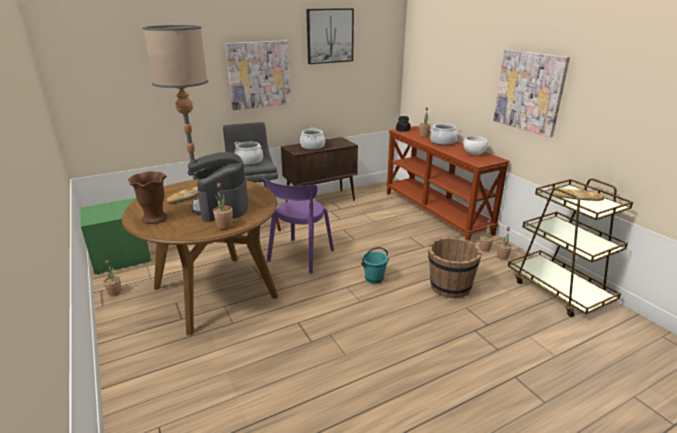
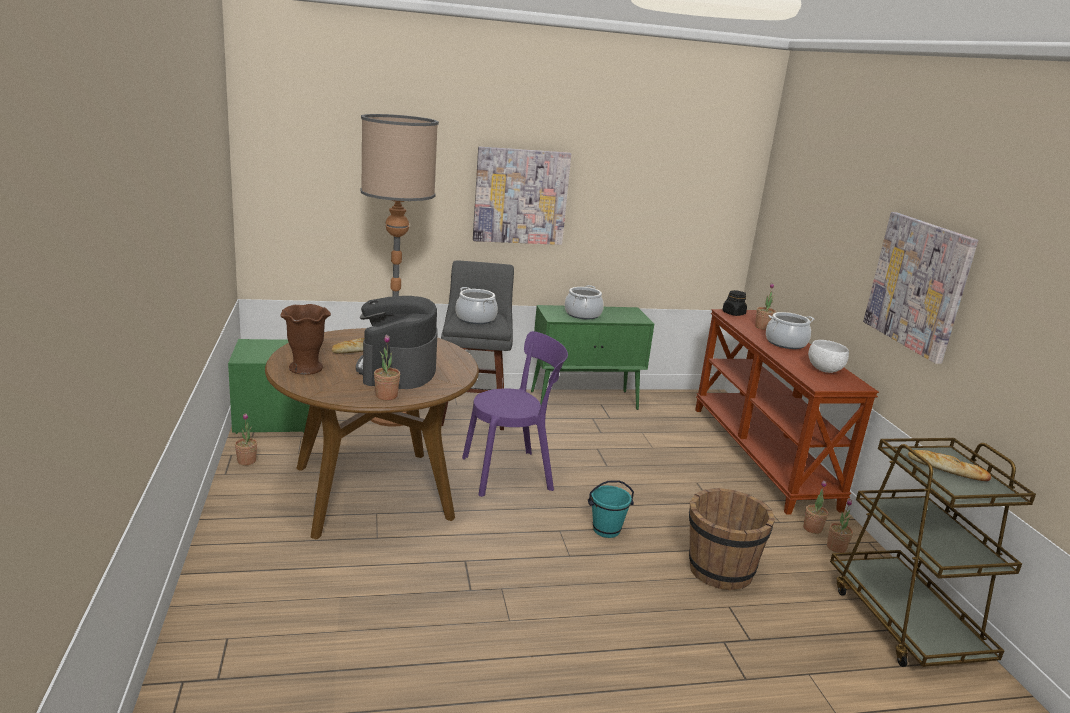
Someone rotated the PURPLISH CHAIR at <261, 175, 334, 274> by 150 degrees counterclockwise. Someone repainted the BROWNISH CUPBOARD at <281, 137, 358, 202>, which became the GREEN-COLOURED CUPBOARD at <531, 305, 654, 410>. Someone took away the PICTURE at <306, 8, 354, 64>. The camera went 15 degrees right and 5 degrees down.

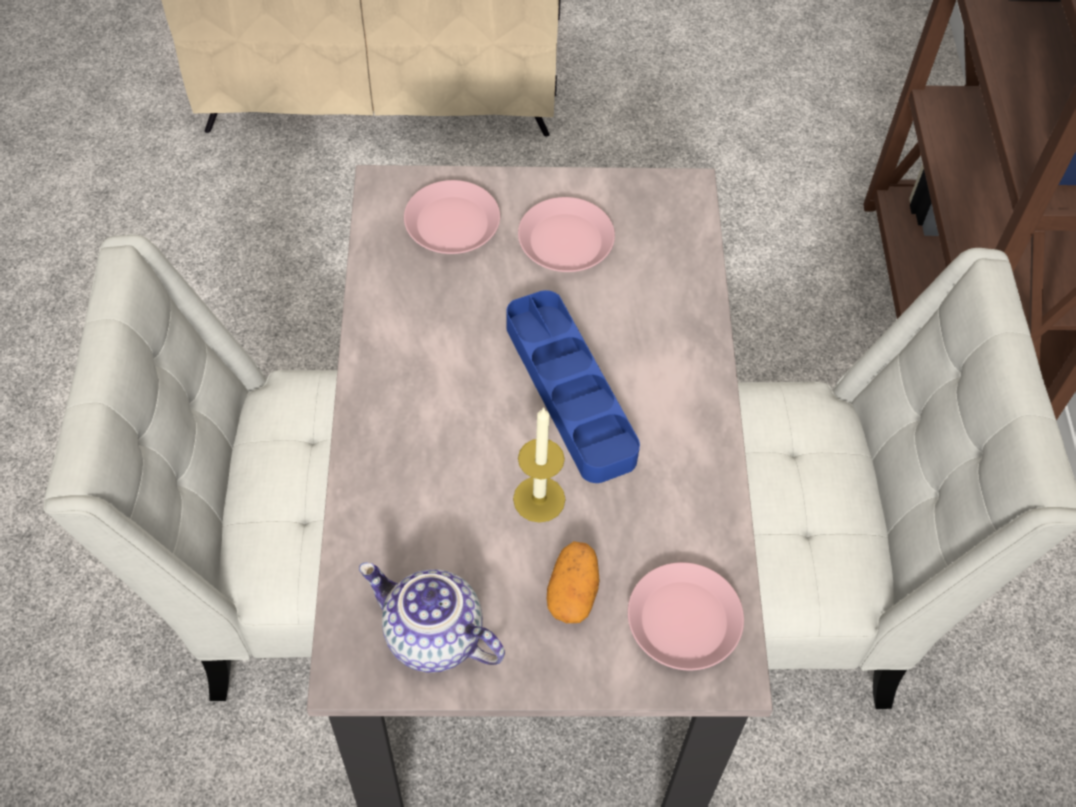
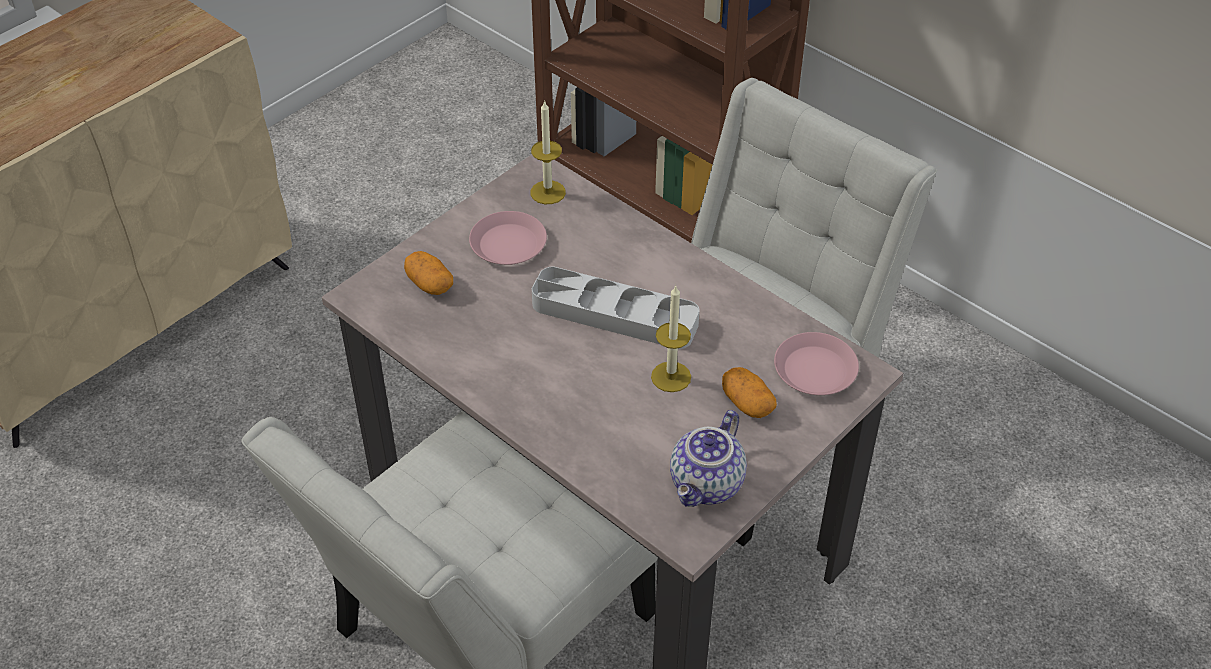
Someone rotated the TEAPOT at <359, 562, 505, 673> by 45 degrees counterclockwise. Someone swapped the PINKISH FLAT DISH at <404, 180, 500, 254> for the POTATO at <404, 251, 453, 295>. Someone repainted the BLUISH TRAY at <506, 290, 640, 483>, which became the GREY TRAY at <532, 266, 700, 349>. Someone put down the CANDLE at <531, 100, 566, 204>. The camera went 45 degrees left and 10 degrees down.

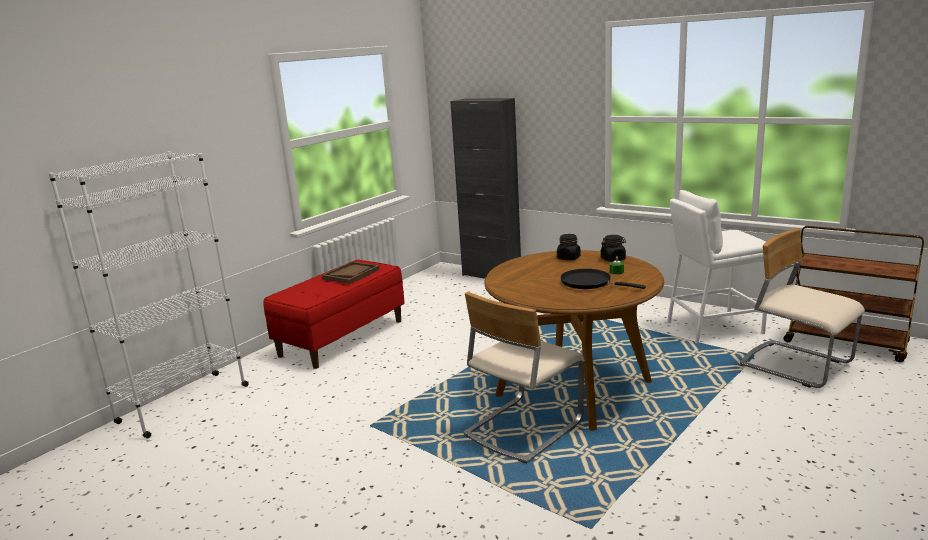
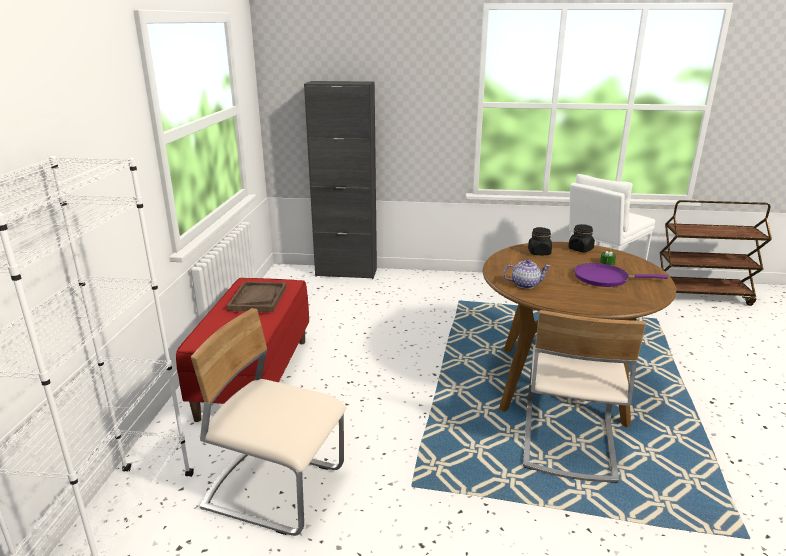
Someone repainted the BLACK-COLOURED SKILLET at <560, 269, 646, 289>, which became the PURPLISH SKILLET at <574, 263, 668, 287>. Someone carried the BEIGE CHAIR from <740, 228, 865, 388> to <191, 308, 345, 536>. Someone put down the TEAPOT at <503, 259, 551, 289>. The camera went 30 degrees left and 5 degrees up.

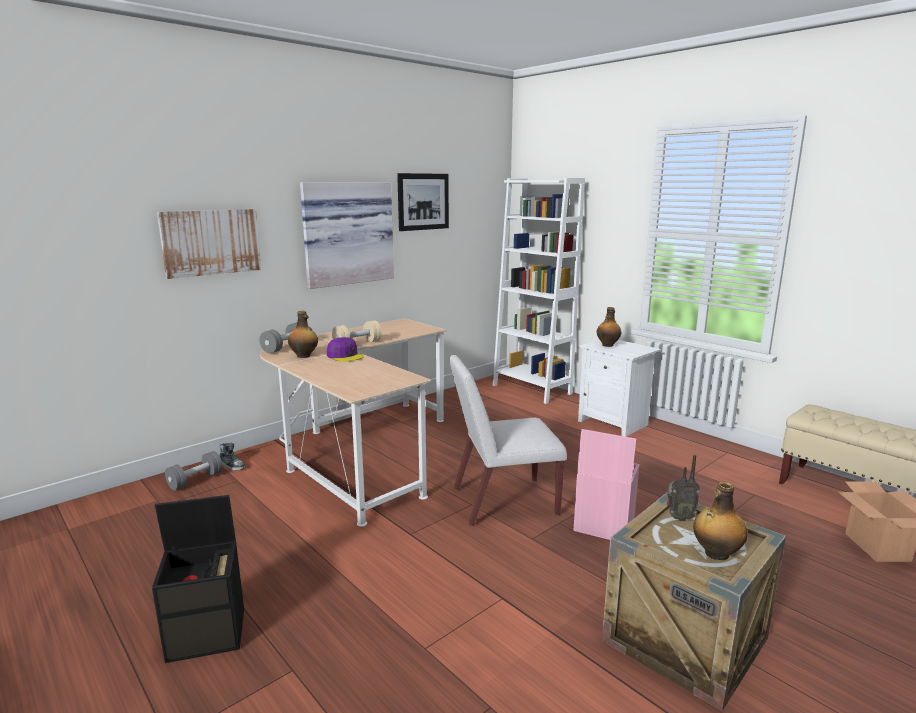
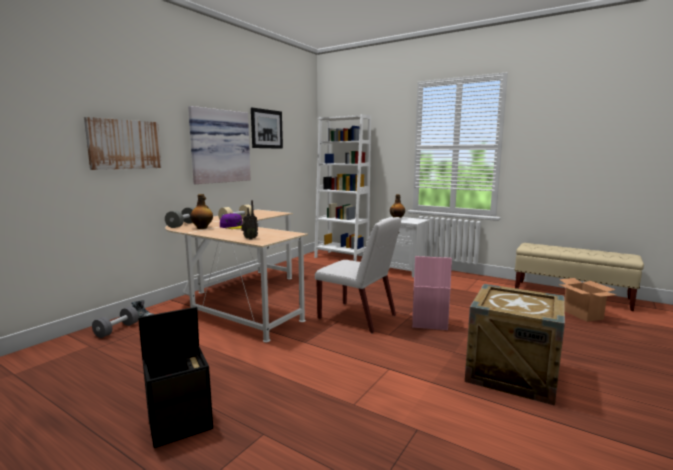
Someone rotated the WHITE CHAIR at <450, 355, 567, 526> by 120 degrees counterclockwise. Someone carried the RADIO from <667, 455, 700, 521> to <241, 200, 258, 239>. Someone took away the BEVERAGE BOTTLE at <693, 482, 748, 560>. The camera went 15 degrees left and 5 degrees down.

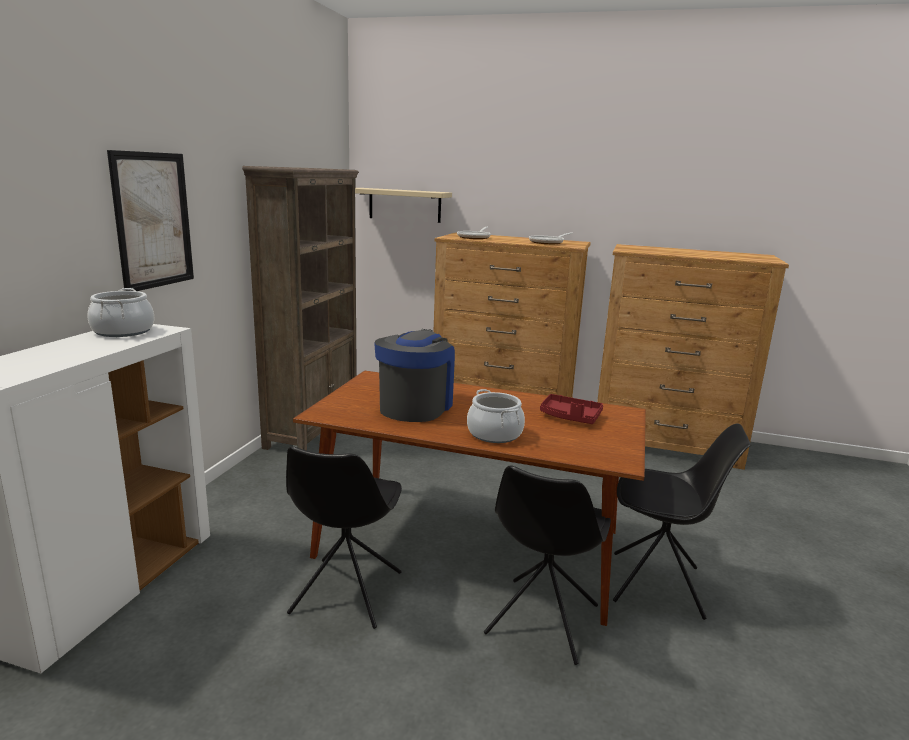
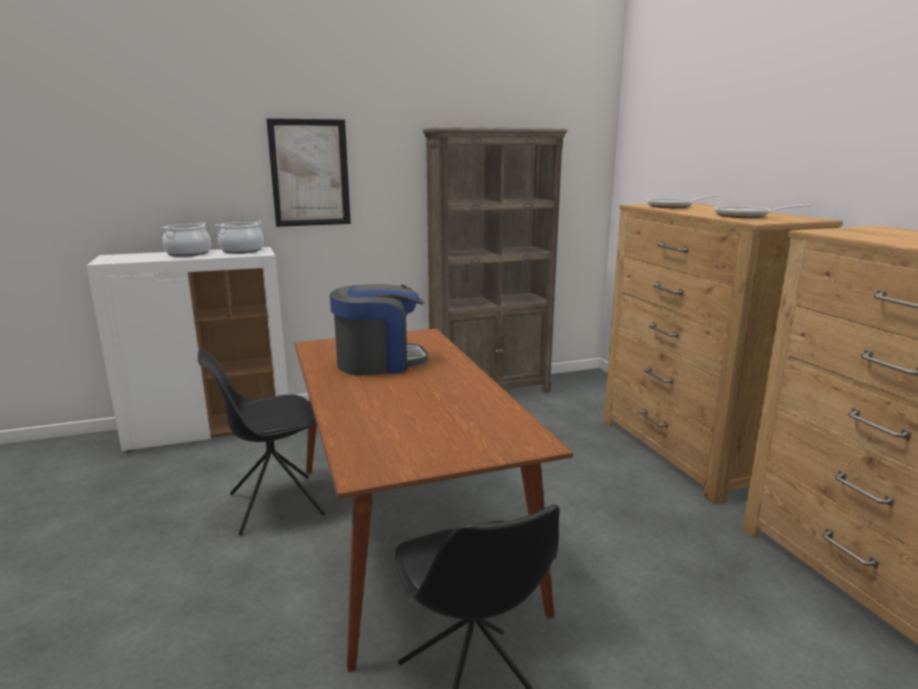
Someone took away the BEIGE BRACKET SHELF at <355, 188, 452, 223>. Someone carried the STOCKPOT from <467, 389, 525, 443> to <162, 222, 211, 257>. Someone took away the BLACK-COLOURED CHAIR at <484, 465, 611, 665>. Someone took away the REDDISH TRAY at <540, 394, 603, 424>. The camera went 55 degrees right and 0 degrees up.

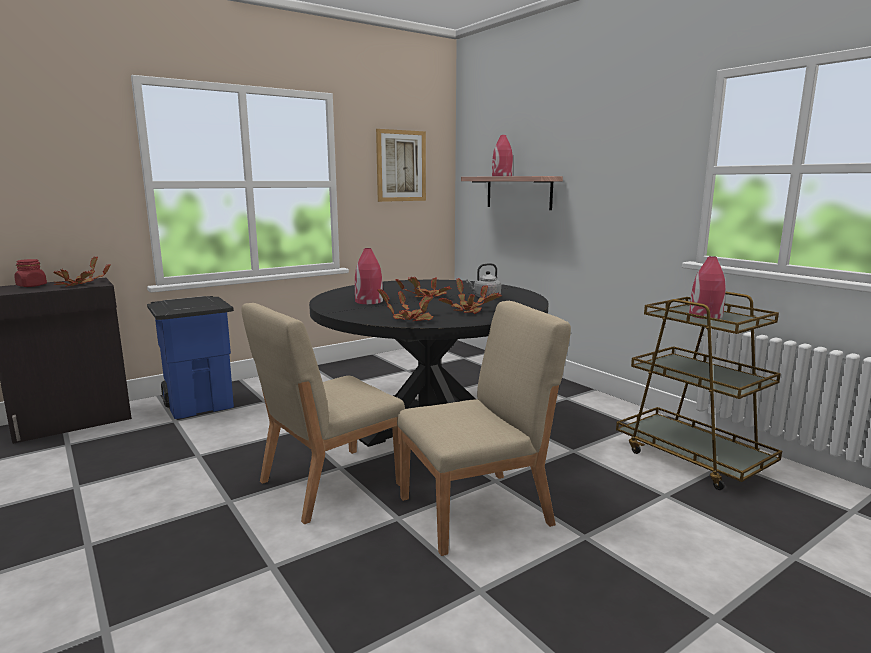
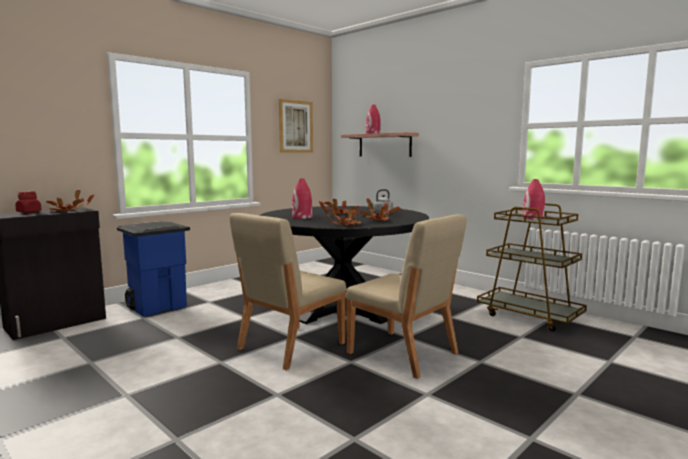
Someone rotated the BEIGE CHAIR at <397, 301, 571, 556> by 75 degrees clockwise. The camera went 10 degrees left and 5 degrees down.

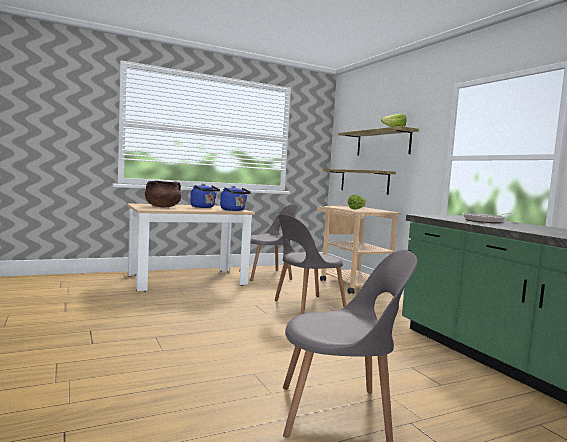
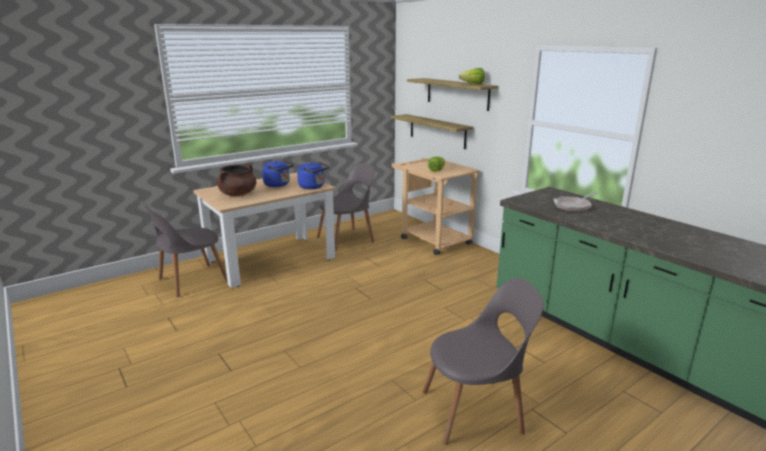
Someone carried the GREY CHAIR from <274, 214, 346, 314> to <140, 201, 228, 298>. The camera went 10 degrees left and 15 degrees up.

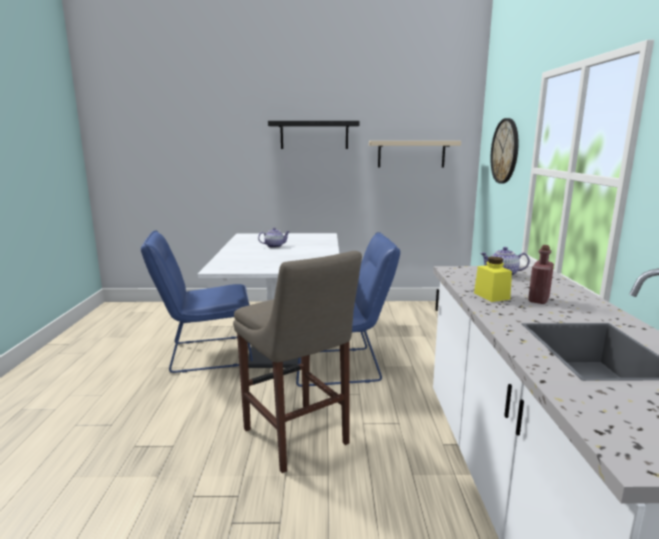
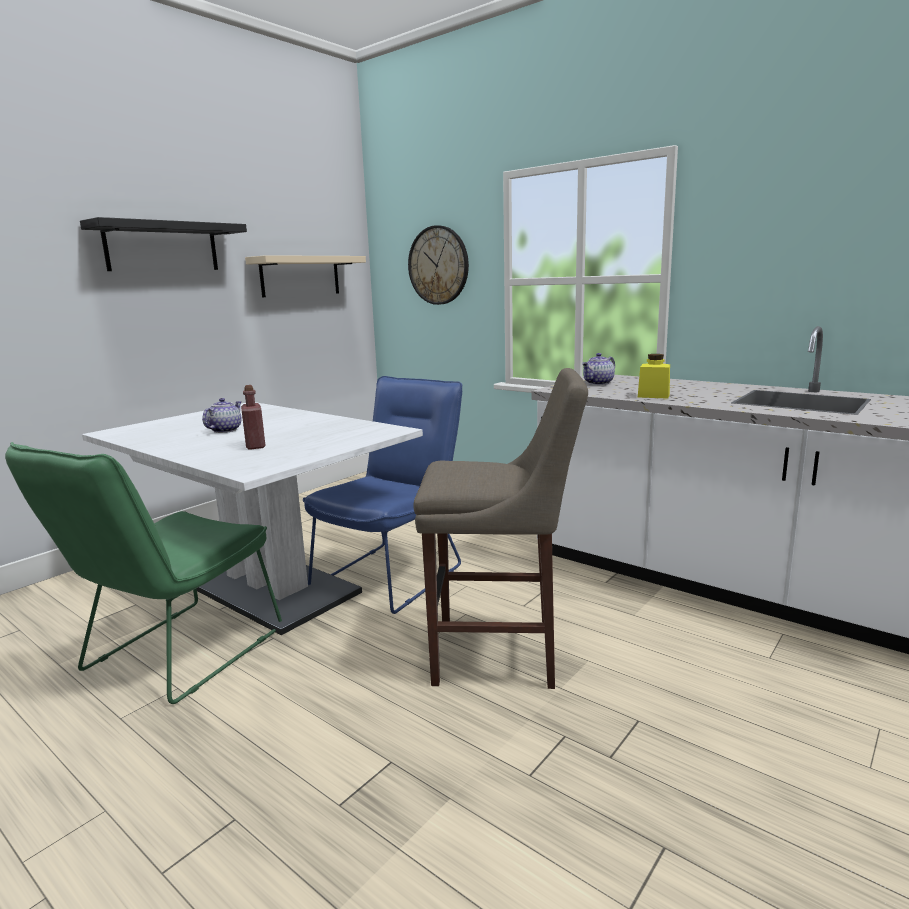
Someone repainted the BLUISH CHAIR at <141, 230, 253, 373>, which became the GREEN-COLOURED CHAIR at <5, 442, 282, 704>. Someone carried the REDDISH BEVERAGE BOTTLE from <528, 245, 554, 304> to <241, 385, 266, 450>. The camera went 50 degrees left and 0 degrees up.

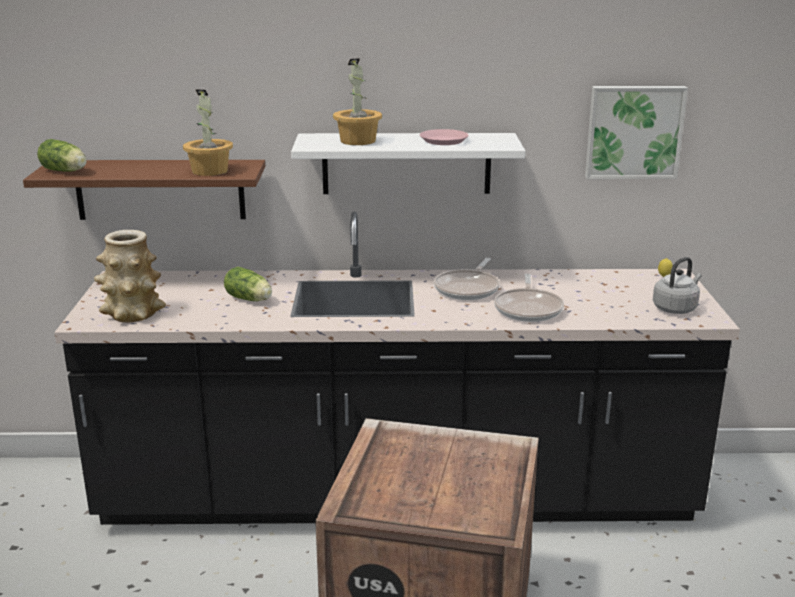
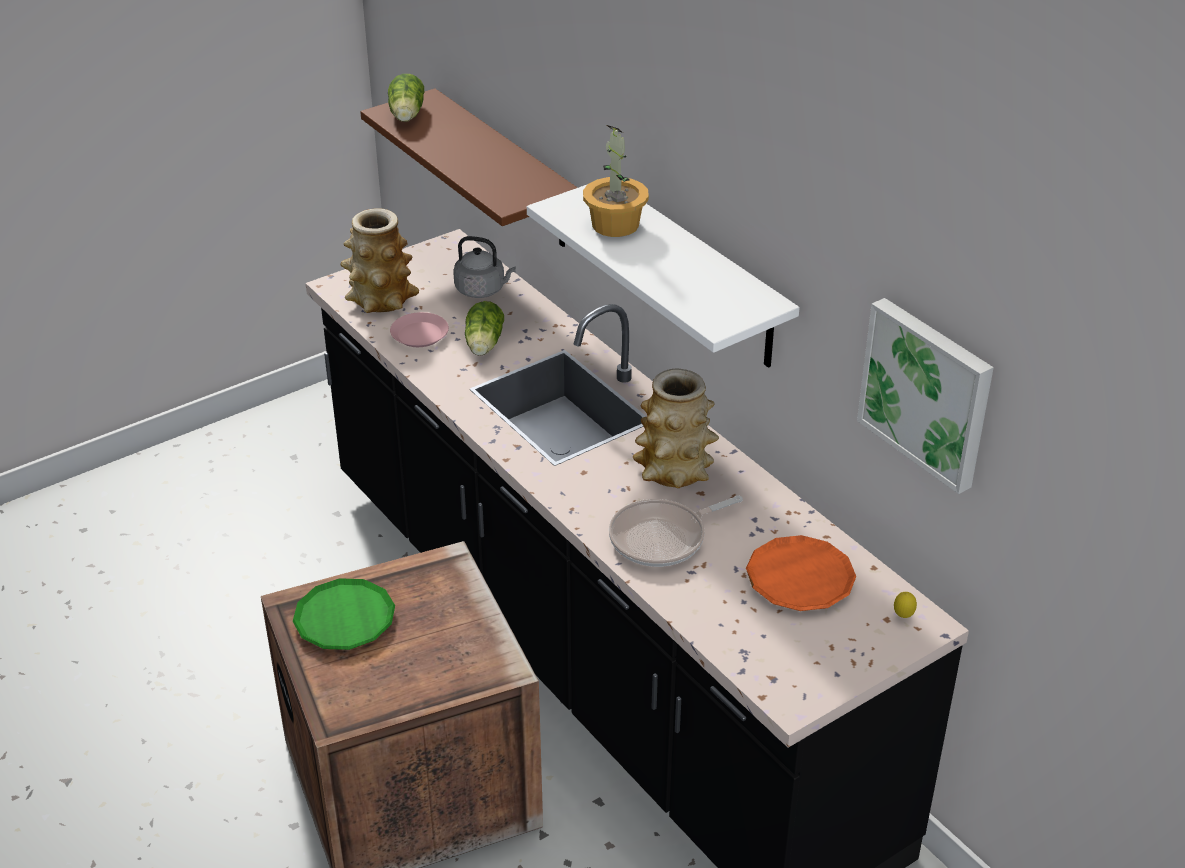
Someone took away the POTTED PLANT at <183, 90, 233, 176>. Someone carried the PINKISH FLAT DISH from <420, 129, 469, 145> to <390, 312, 449, 347>. Someone swapped the SKILLET at <434, 258, 500, 300> for the DECORATIVE VASE at <633, 369, 719, 488>. Someone carried the GREY TEA KETTLE from <653, 257, 702, 314> to <453, 236, 516, 298>. Someone put down the GREEN-COLOURED FLAT DISH at <293, 578, 395, 650>. Someone put down the ORANGE-COLOURED FLAT DISH at <746, 535, 856, 611>. The camera went 55 degrees right and 15 degrees up.

